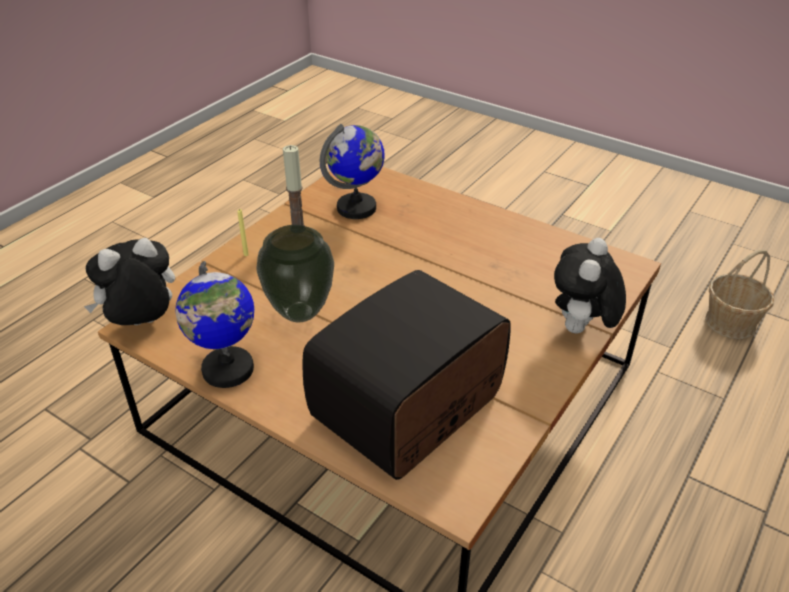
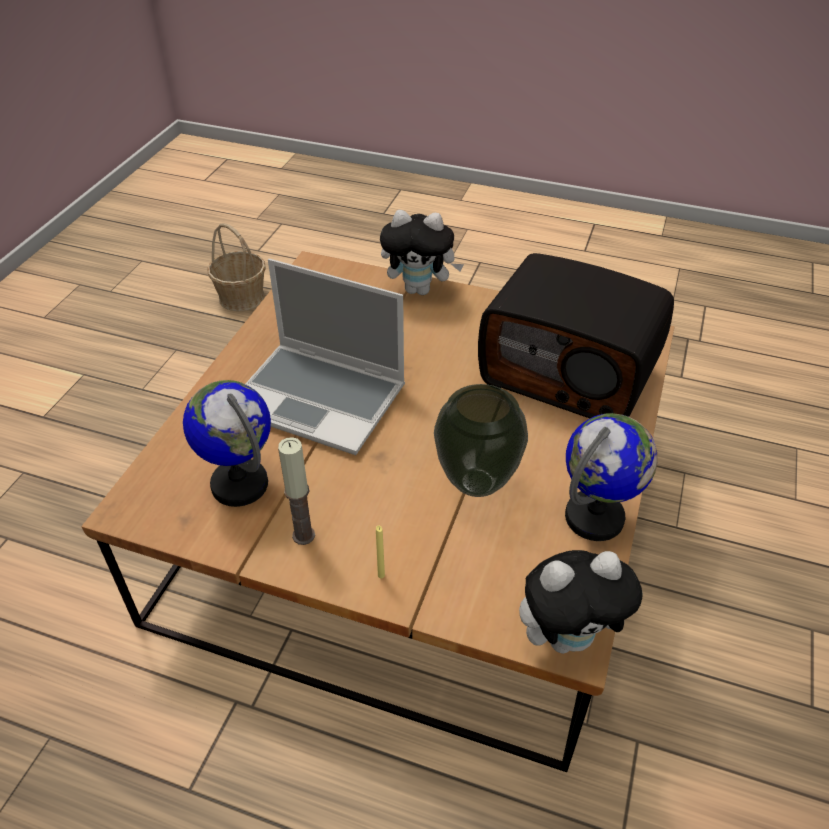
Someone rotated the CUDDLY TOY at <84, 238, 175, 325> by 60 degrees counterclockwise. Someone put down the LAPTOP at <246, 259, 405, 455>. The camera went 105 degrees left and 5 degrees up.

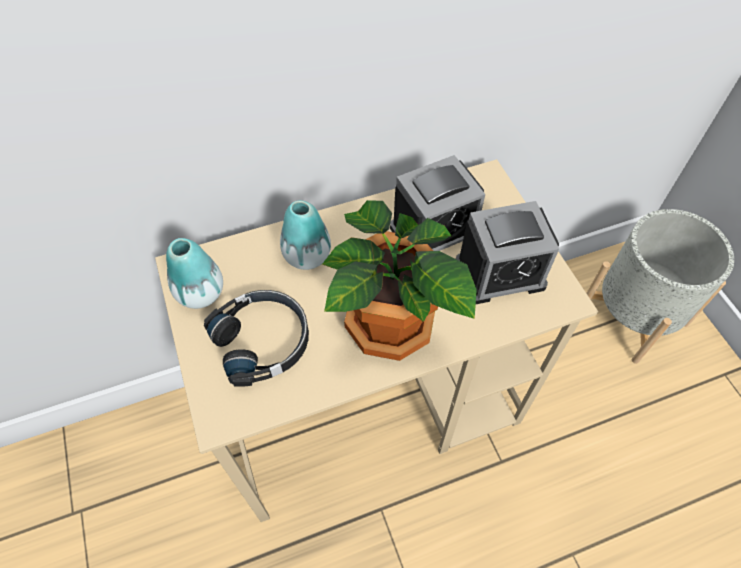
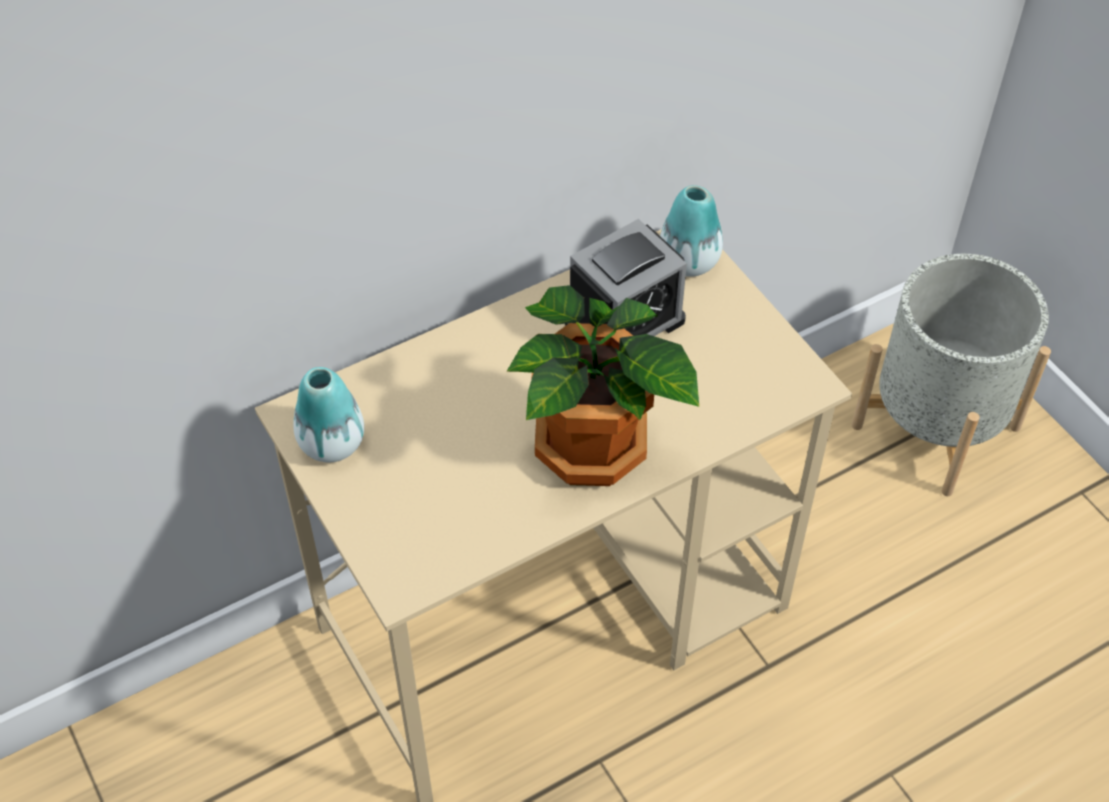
Someone took away the BLACK-COLOURED HEADSET at <204, 290, 309, 387>. Someone carried the DECORATIVE VASE from <280, 200, 331, 270> to <660, 185, 723, 277>. Someone took away the BEDSIDE CLOCK at <456, 201, 559, 304>. The camera went 10 degrees left and 5 degrees down.

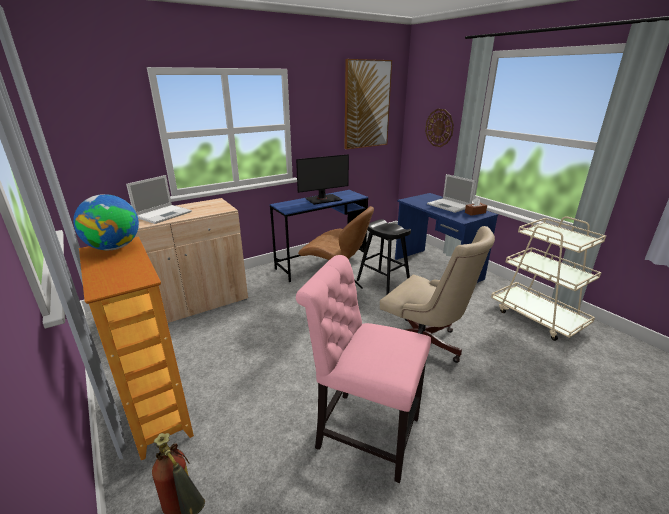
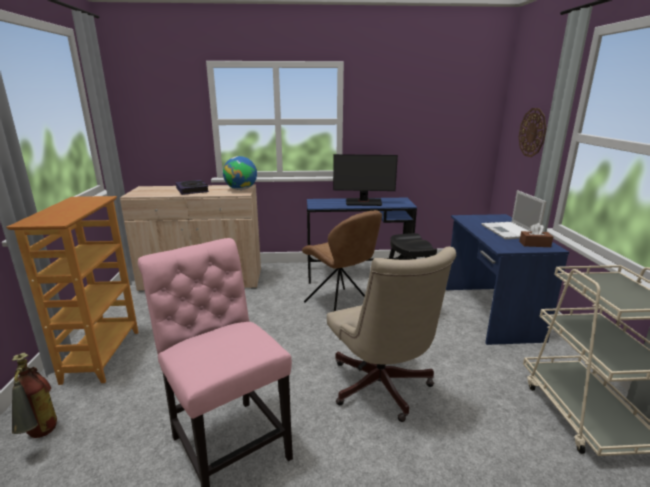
Someone carried the DESK GLOBE from <73, 194, 139, 250> to <223, 156, 257, 190>. Someone swapped the LAPTOP at <126, 175, 192, 224> for the VOLUME at <176, 180, 209, 195>. Someone took away the PICTURE at <345, 59, 392, 149>. The camera went 30 degrees right and 5 degrees down.

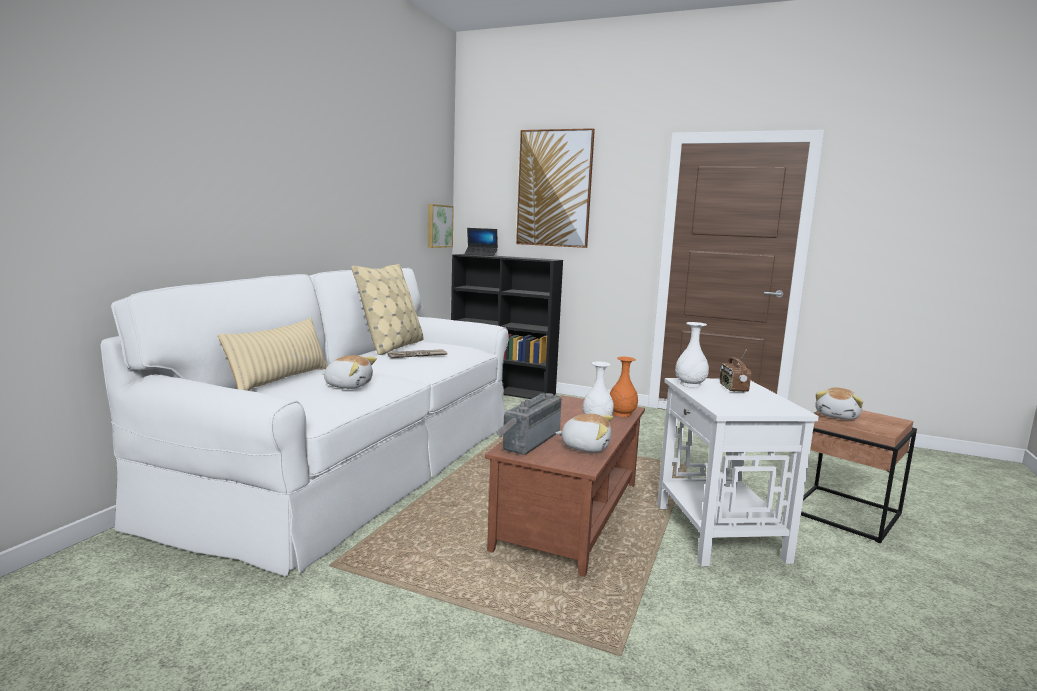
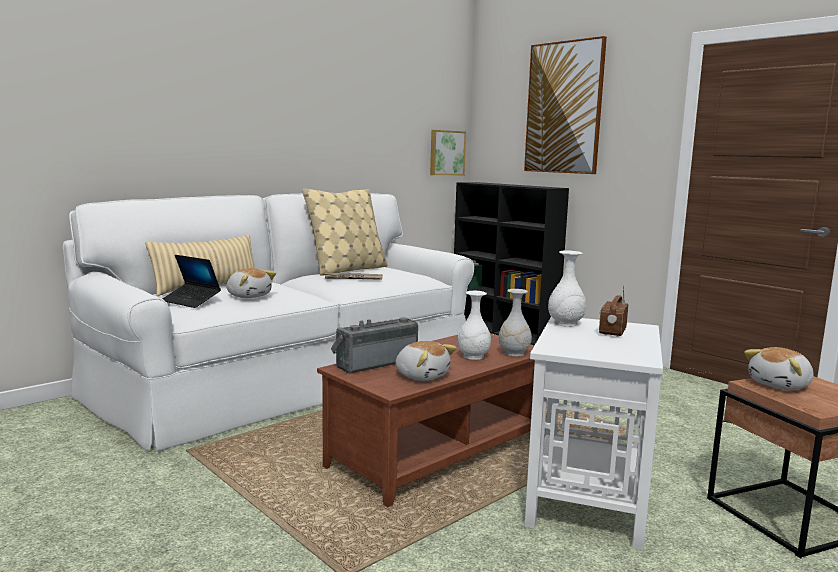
Someone carried the LAPTOP from <464, 228, 498, 256> to <163, 255, 221, 308>. Someone repainted the ORANGE-COLOURED DECORATIVE VASE at <610, 357, 638, 417>, which became the WHITE DECORATIVE VASE at <499, 289, 532, 356>. The camera went 25 degrees right and 0 degrees up.

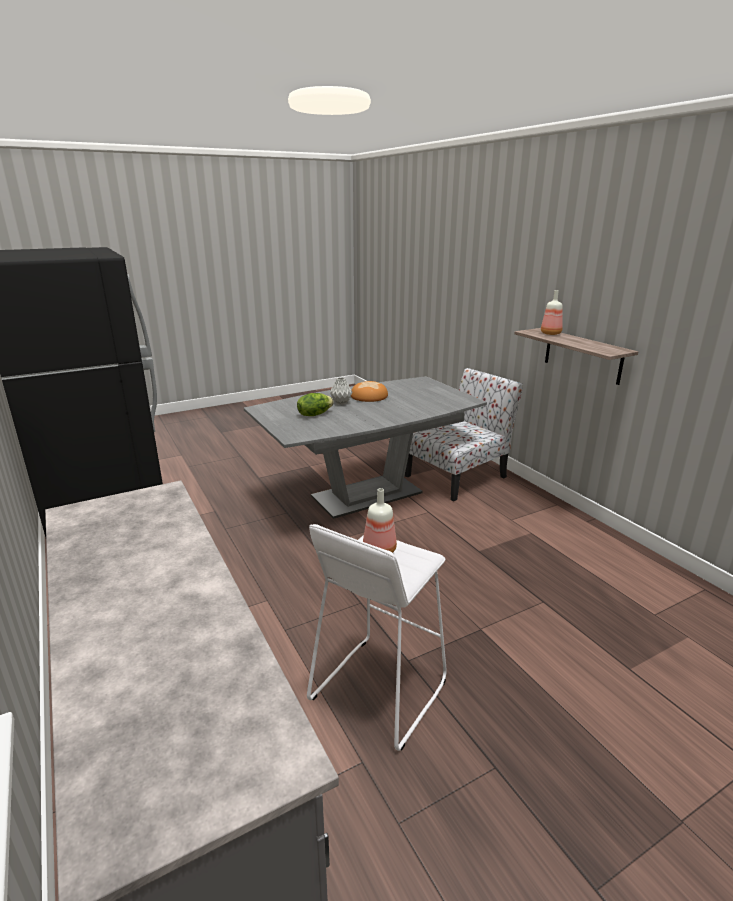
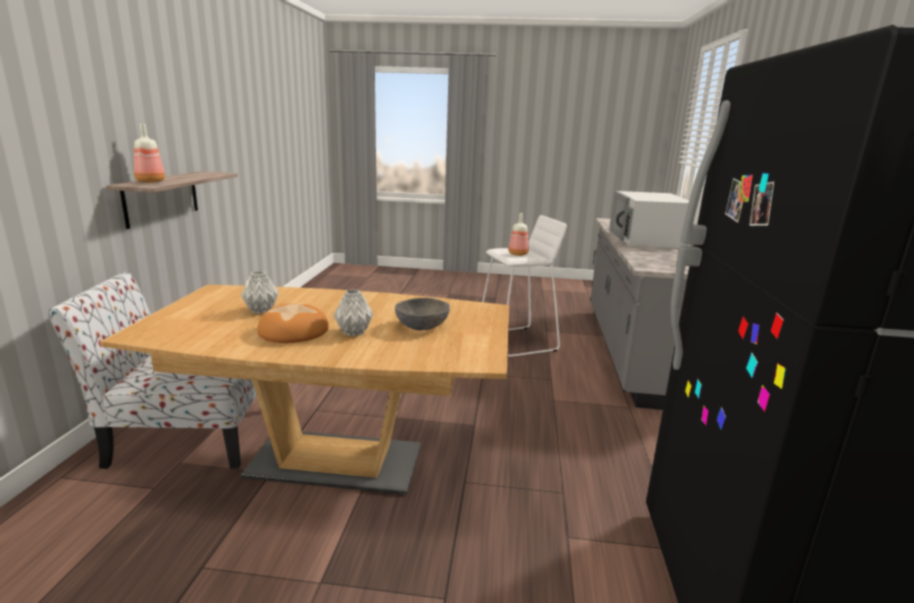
Someone repainted the GREY KITCHEN TABLE at <244, 376, 487, 519>, which became the BROWNISH KITCHEN TABLE at <100, 285, 509, 495>. Someone swapped the LETTUCE at <297, 393, 334, 416> for the GREY SERVING BOWL at <395, 298, 450, 331>. Someone put down the GREY DECORATIVE VASE at <241, 271, 279, 314>. Someone put down the WHITE MICROWAVE at <609, 191, 689, 248>. The camera went 145 degrees left and 5 degrees down.

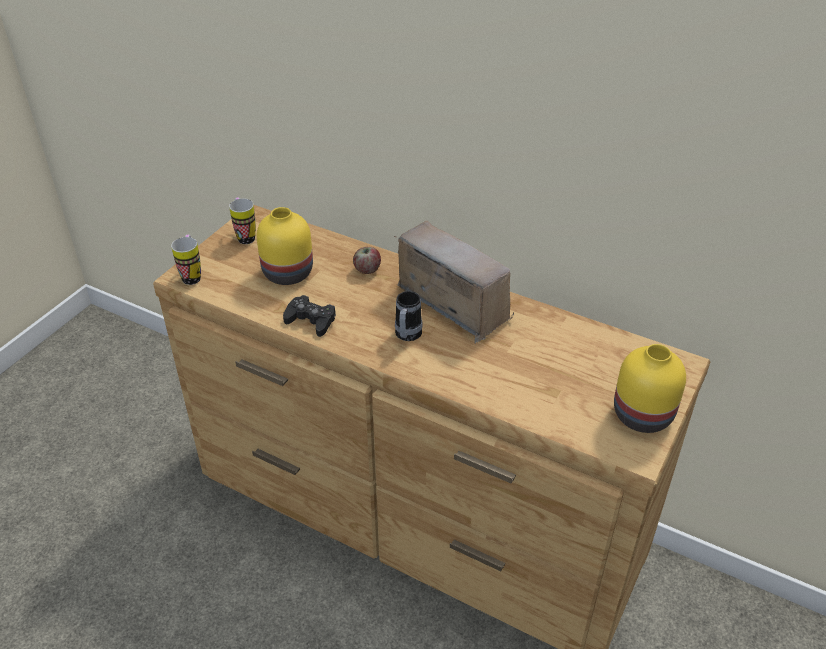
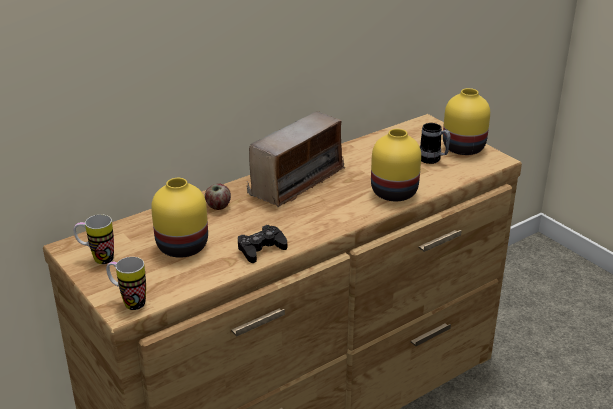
Someone rotated the RADIO at <394, 221, 515, 343> by 150 degrees clockwise. Someone carried the TEA MUG from <395, 291, 422, 341> to <420, 123, 451, 164>. Someone put down the YELLOWISH DECORATIVE VASE at <371, 129, 421, 201>. The camera went 65 degrees left and 10 degrees down.

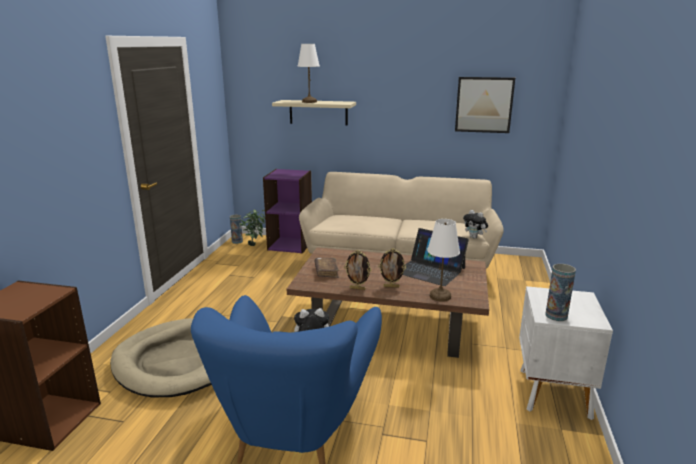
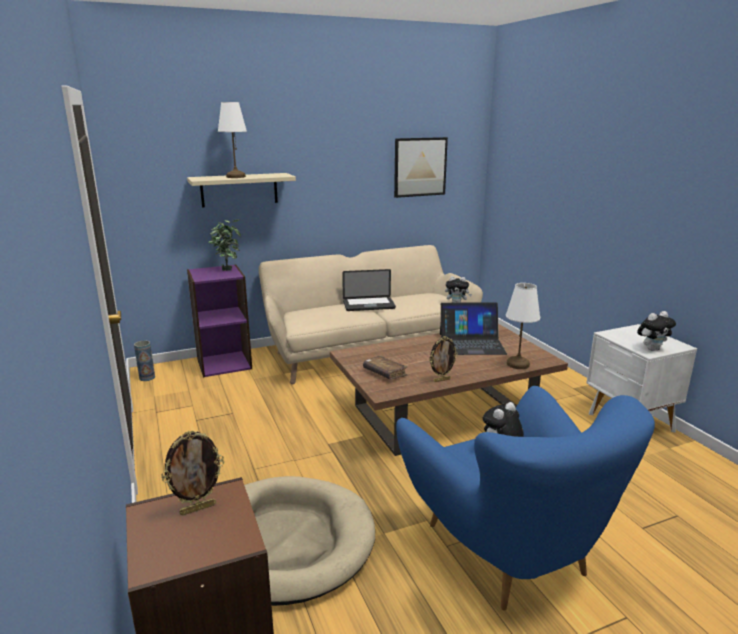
Someone carried the POTTED PLANT from <240, 210, 265, 246> to <208, 219, 241, 271>. Someone carried the PICTURE FRAME from <378, 249, 406, 288> to <161, 431, 224, 515>. Someone swapped the DECORATIVE VASE at <545, 264, 576, 321> for the CUDDLY TOY at <637, 311, 676, 351>. Someone put down the LAPTOP at <342, 269, 396, 311>. The camera went 35 degrees left and 0 degrees up.

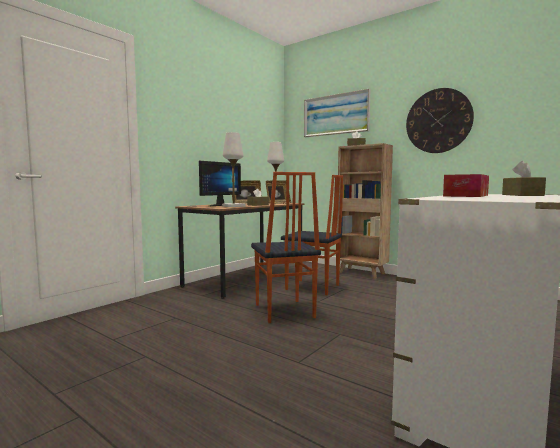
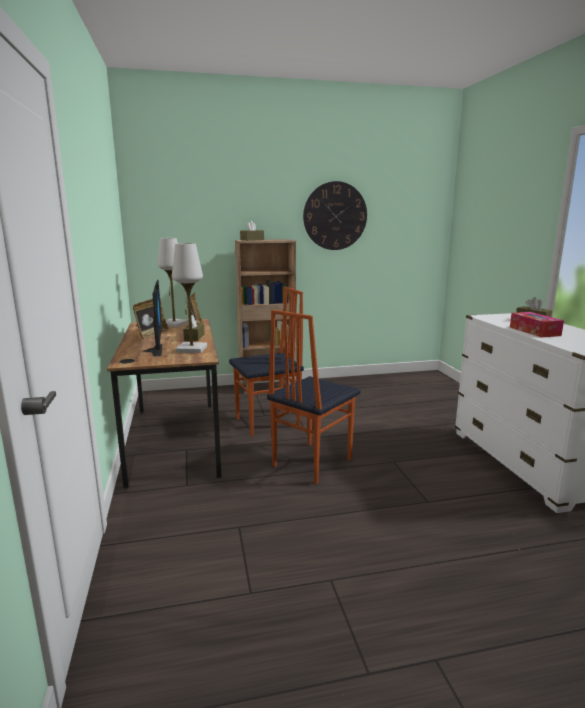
Someone rotated the CHAIR at <251, 172, 321, 323> by 105 degrees clockwise. Someone took away the PICTURE at <304, 89, 371, 137>. The camera went 50 degrees left and 10 degrees up.

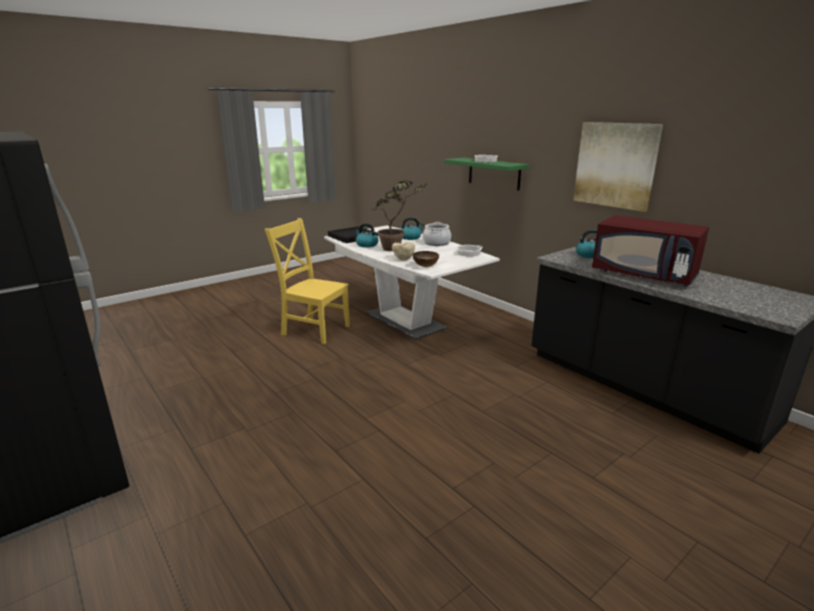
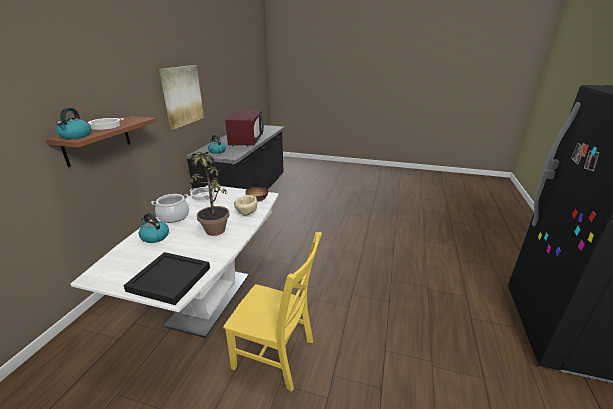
Someone rotated the YELLOWISH CHAIR at <264, 218, 350, 344> by 60 degrees counterclockwise. Someone carried the TEA KETTLE from <355, 224, 379, 247> to <56, 108, 91, 139>. Someone repainted the GREEN-COLOURED BRACKET SHELF at <444, 158, 530, 190>, which became the BROWNISH BRACKET SHELF at <45, 116, 157, 167>. The camera went 125 degrees left and 5 degrees up.

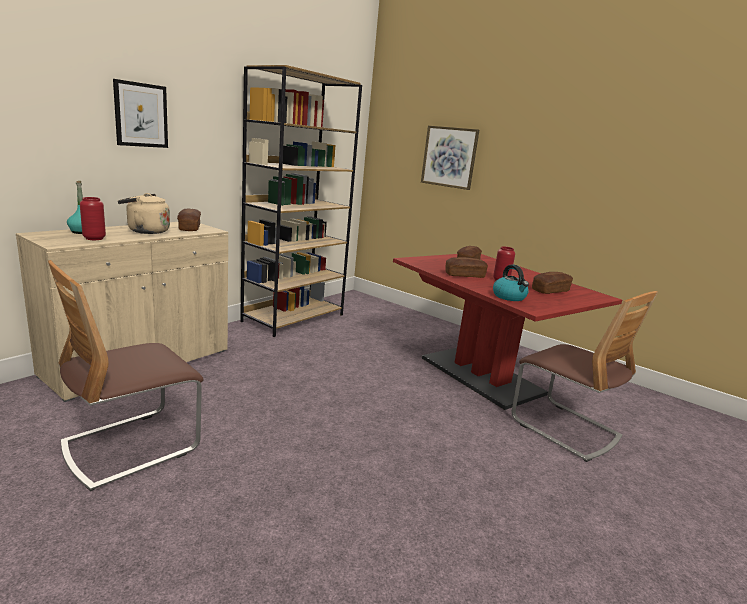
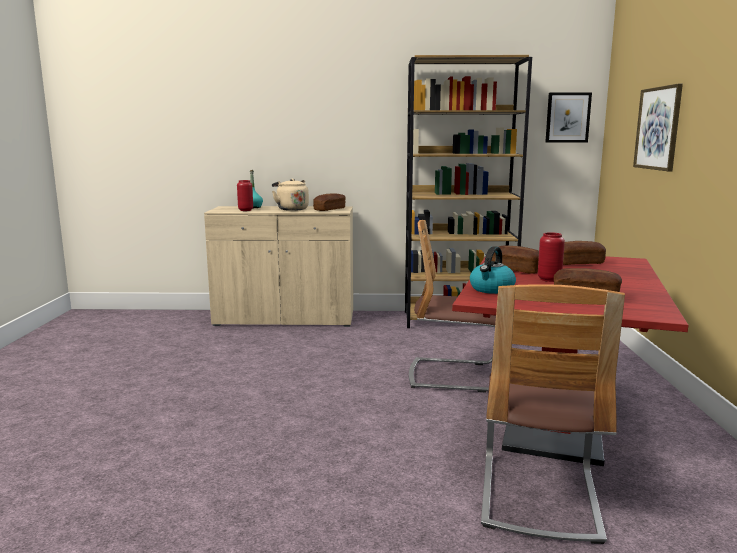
Someone carried the CHAIR from <48, 260, 203, 491> to <409, 220, 496, 392>. Someone carried the PICTURE from <113, 79, 168, 148> to <545, 93, 592, 143>. The camera went 55 degrees right and 5 degrees down.

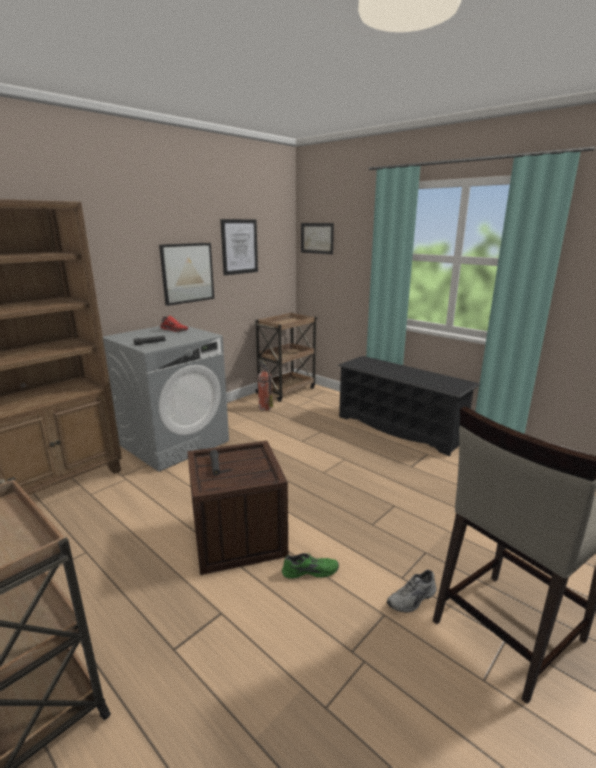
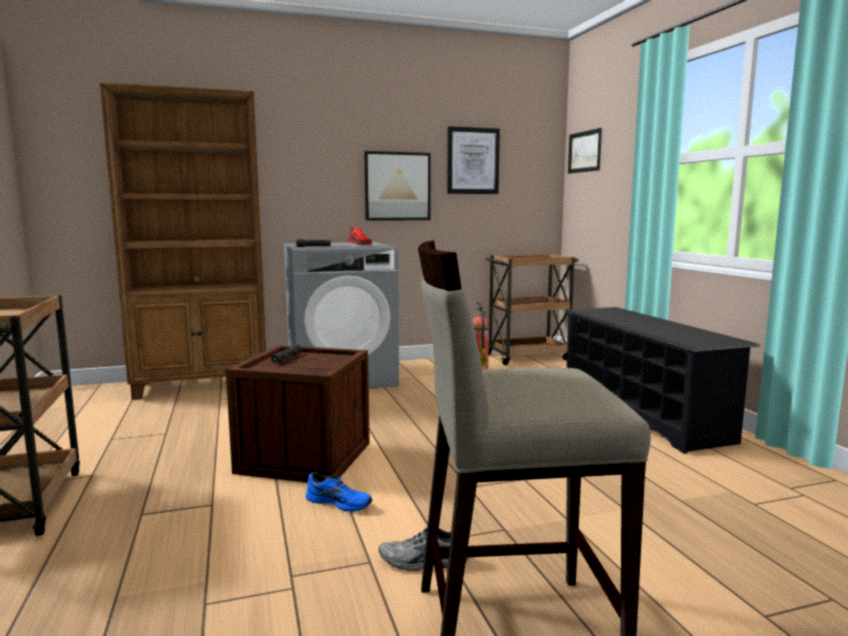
Someone repainted the GREEN-COLOURED ITEM OF FOOTWEAR at <282, 553, 339, 579>, which became the BLUISH ITEM OF FOOTWEAR at <306, 472, 372, 512>. The camera went 30 degrees right and 10 degrees down.

